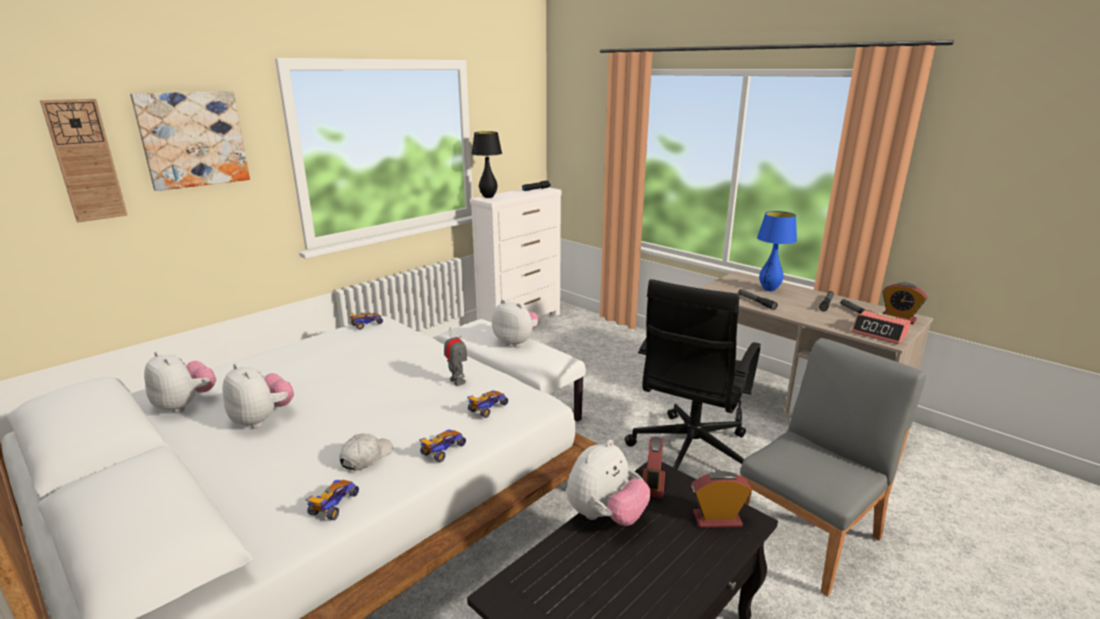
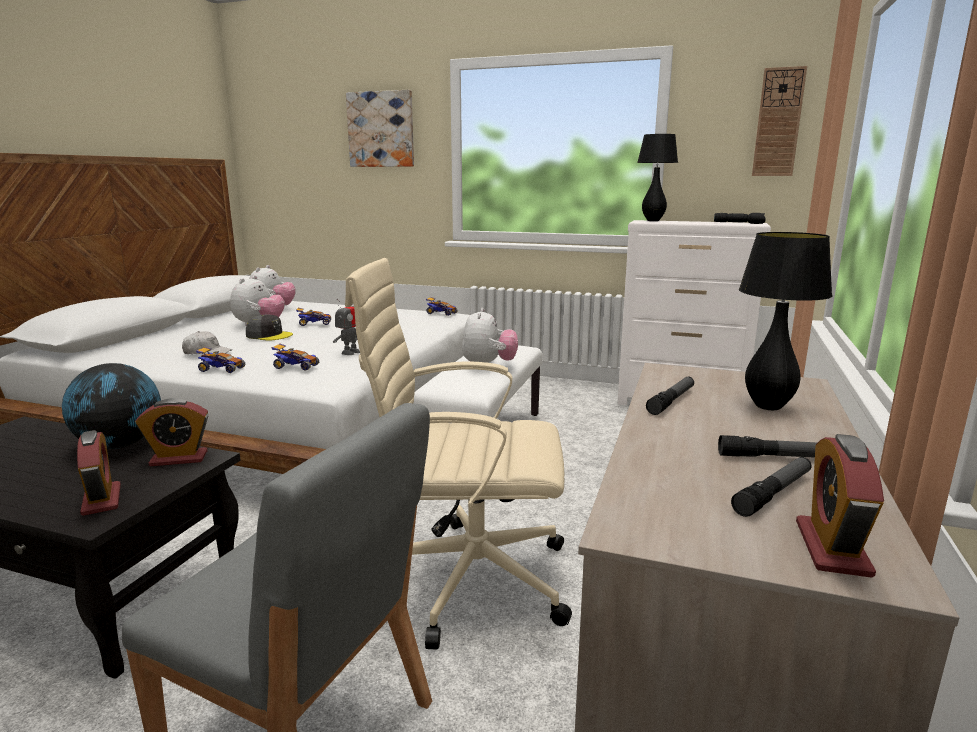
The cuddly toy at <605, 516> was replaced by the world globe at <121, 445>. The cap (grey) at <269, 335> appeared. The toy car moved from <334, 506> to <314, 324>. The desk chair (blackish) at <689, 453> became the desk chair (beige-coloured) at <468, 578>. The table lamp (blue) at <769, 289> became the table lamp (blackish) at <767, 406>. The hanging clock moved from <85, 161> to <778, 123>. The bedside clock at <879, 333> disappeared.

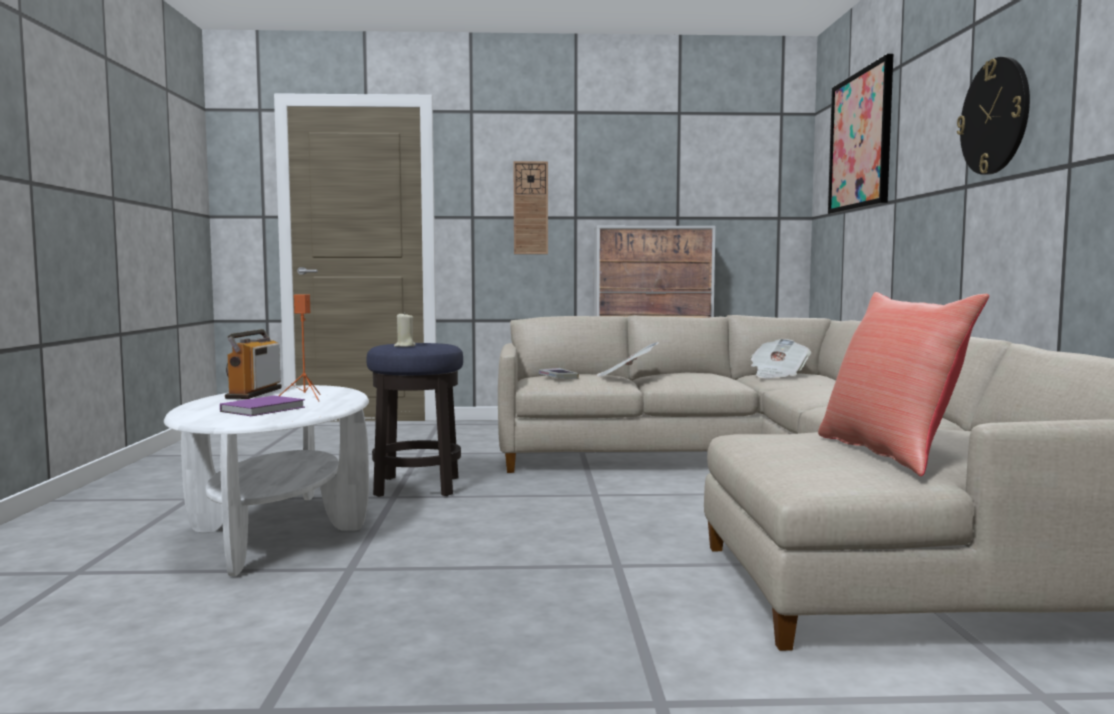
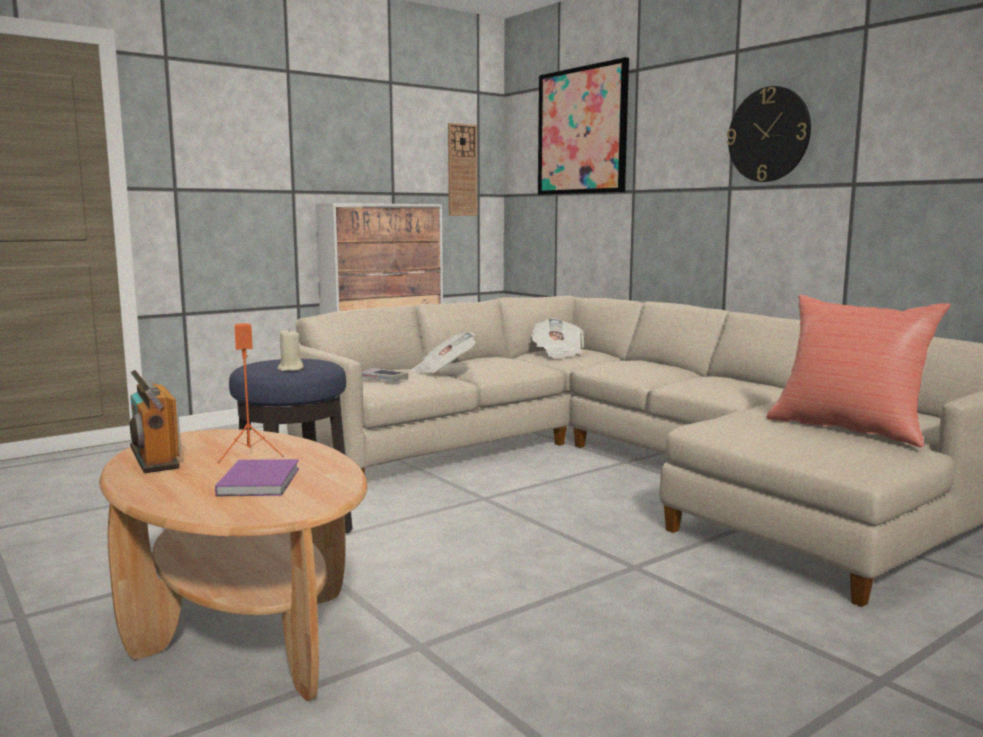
The lounge table (white) at <278, 530> became the lounge table (brown) at <241, 625>. The hanging clock moved from <530, 208> to <462, 170>.

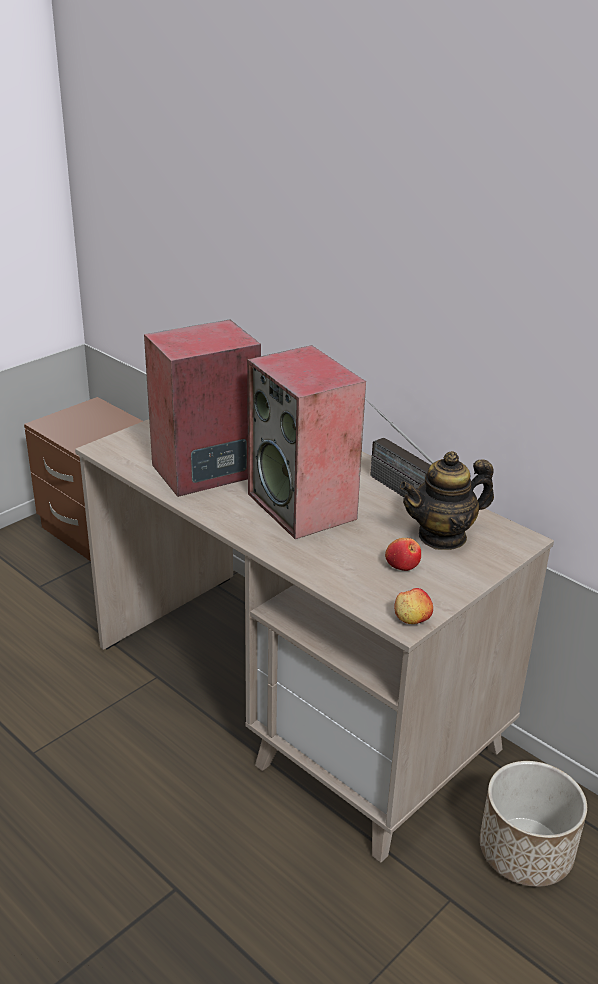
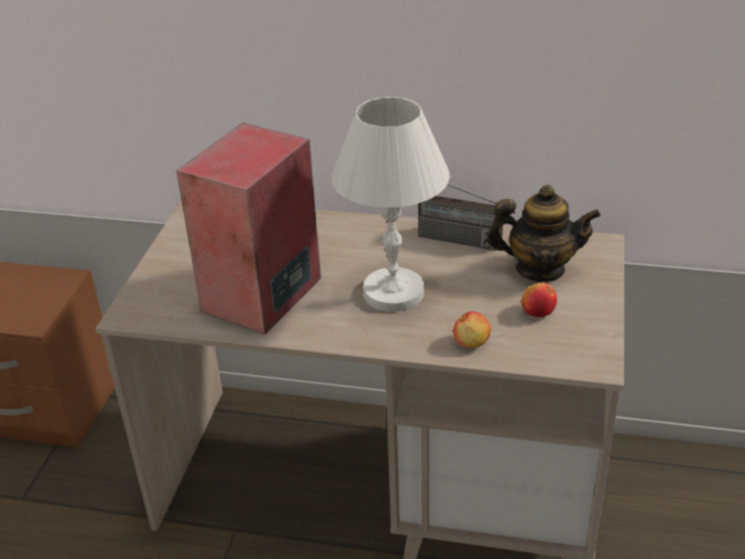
The speaker at <303, 507> was replaced by the table lamp (white) at <394, 292>. The apple fruit moved from <412, 619> to <471, 342>. The teapot at <442, 536> turned 120 degrees counterclockwise. The flower pot at <526, 852> disappeared.

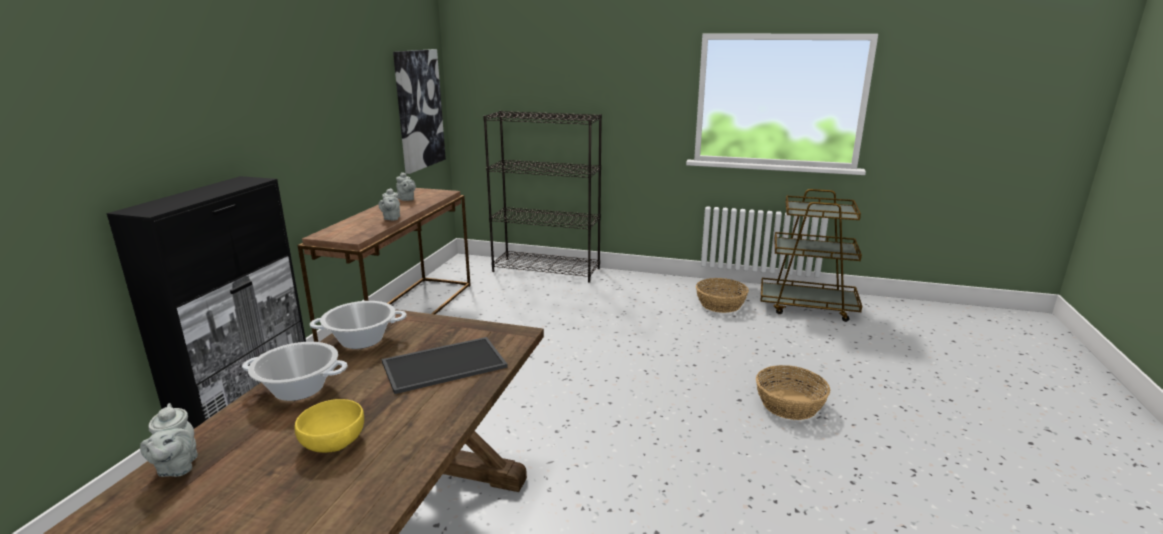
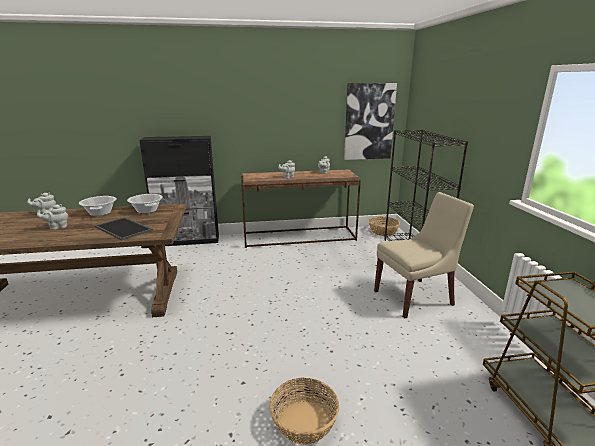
The serving bowl (yellow-coloured) at <333, 441> was replaced by the teapot (grey) at <57, 227>. The household basket moved from <720, 304> to <383, 231>. The plain chair (beige-coloured) at <415, 297> appeared.

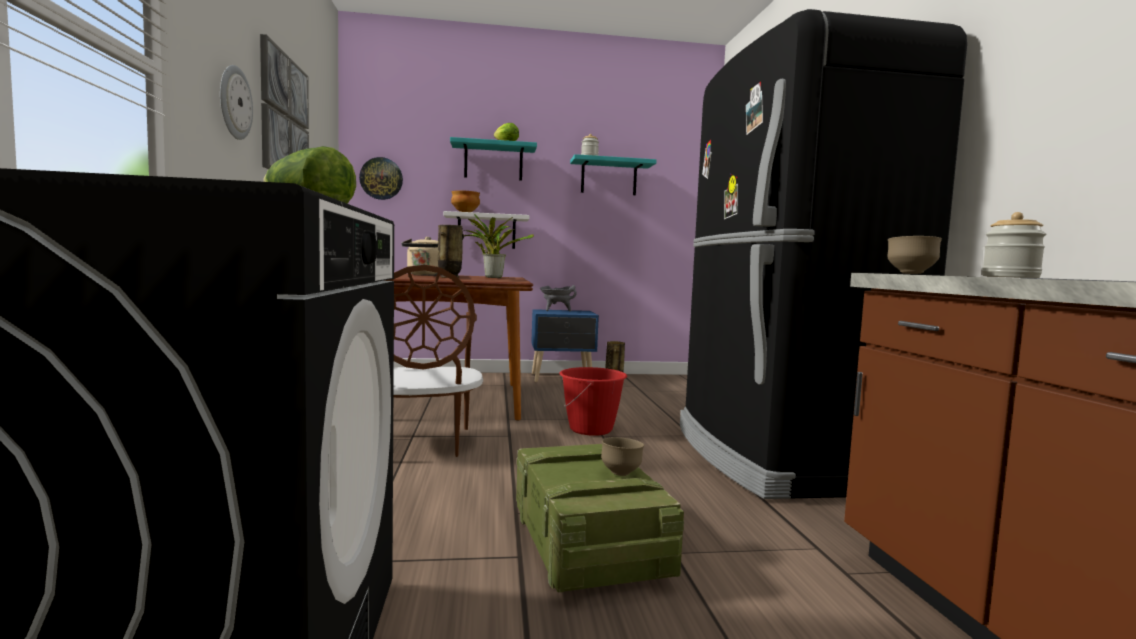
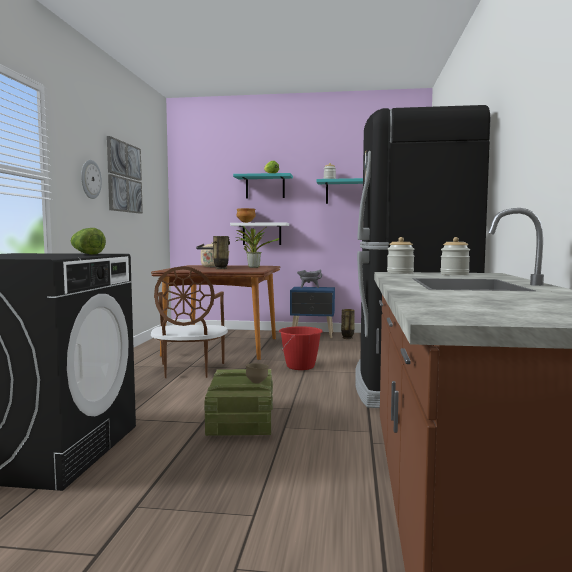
The serving bowl (brown) at <910, 273> was replaced by the storage jar at <400, 273>. The hanging clock at <381, 178> disappeared.

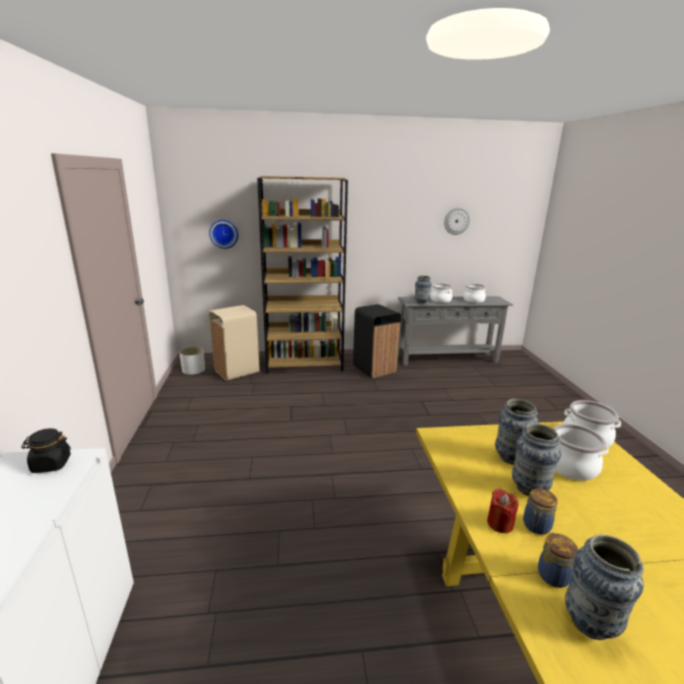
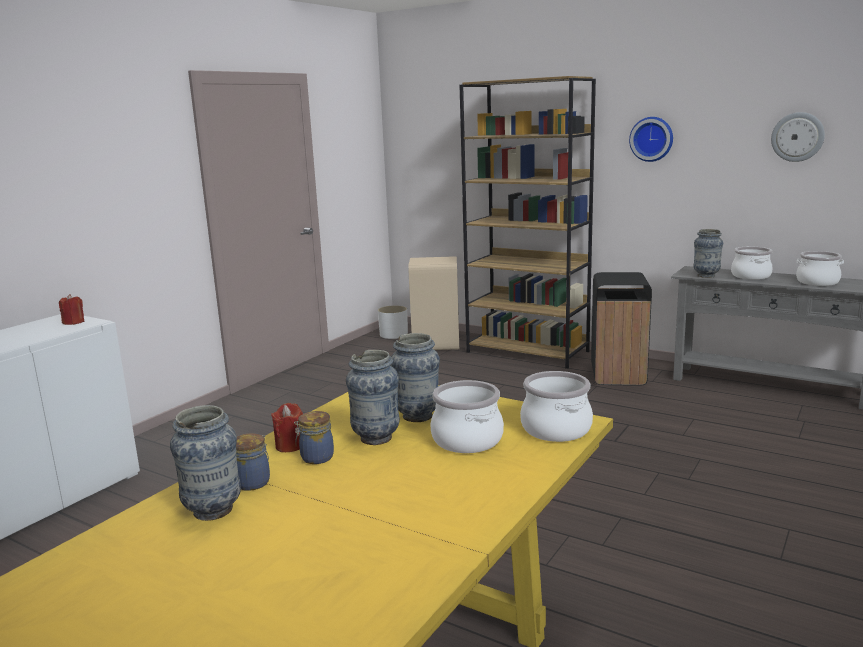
The storage jar (blackish) at <51, 464> was replaced by the wax light (reddish) at <73, 322>. The hanging clock moved from <224, 233> to <652, 139>.

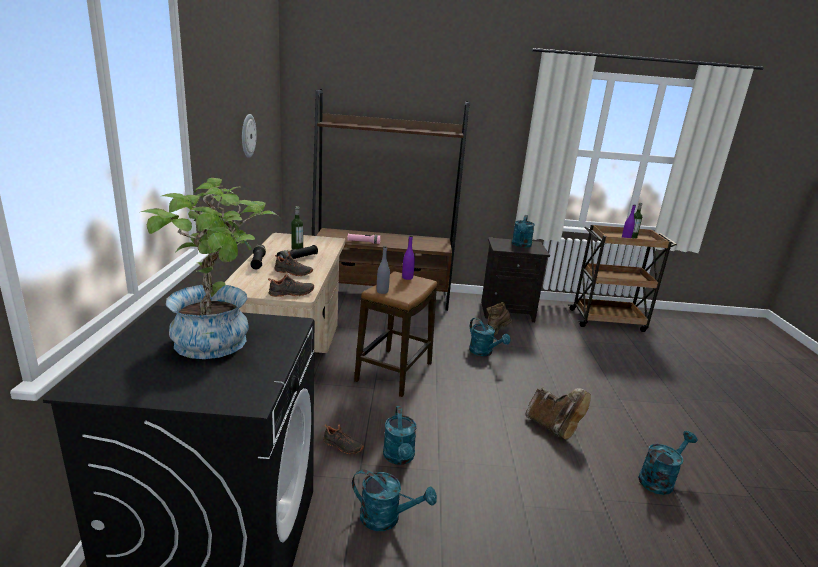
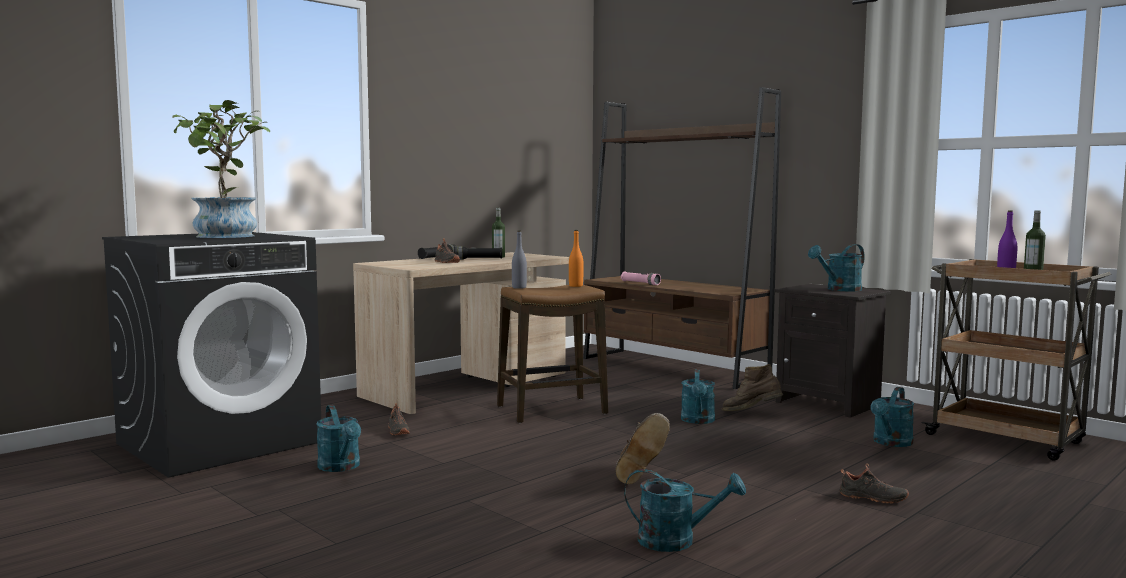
The drink bottle (purple) at <407, 278> became the drink bottle (orange) at <575, 286>. The item of footwear (blackish) moved from <291, 294> to <873, 498>. The sprinkling can (turquoise-coloured) moved from <399, 458> to <890, 443>. The hanging clock at <247, 135> disappeared.

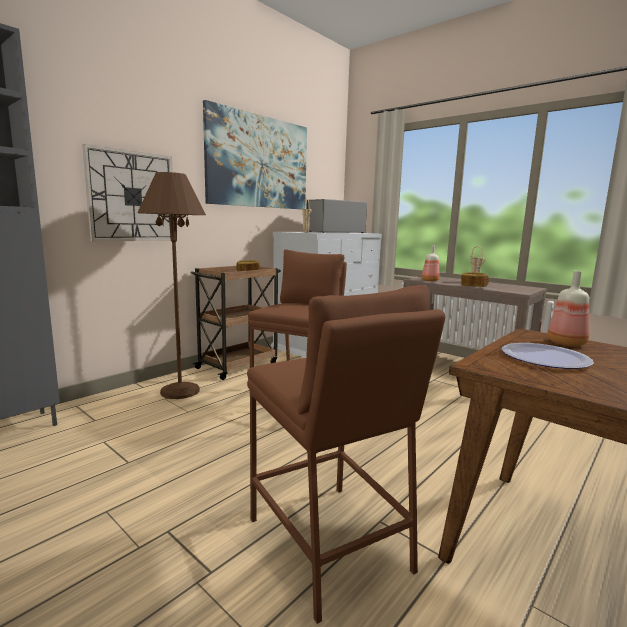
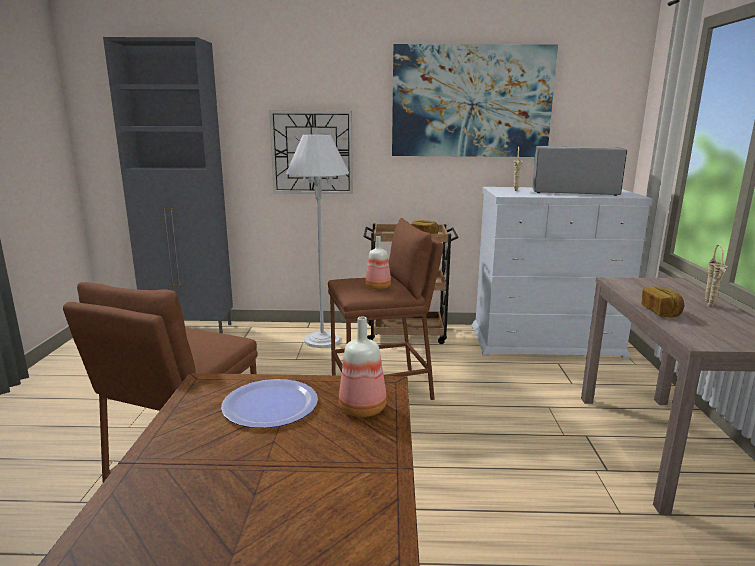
The standard lamp (brown) at <180, 391> became the standard lamp (white) at <322, 340>. The drink bottle moved from <429, 280> to <378, 287>.

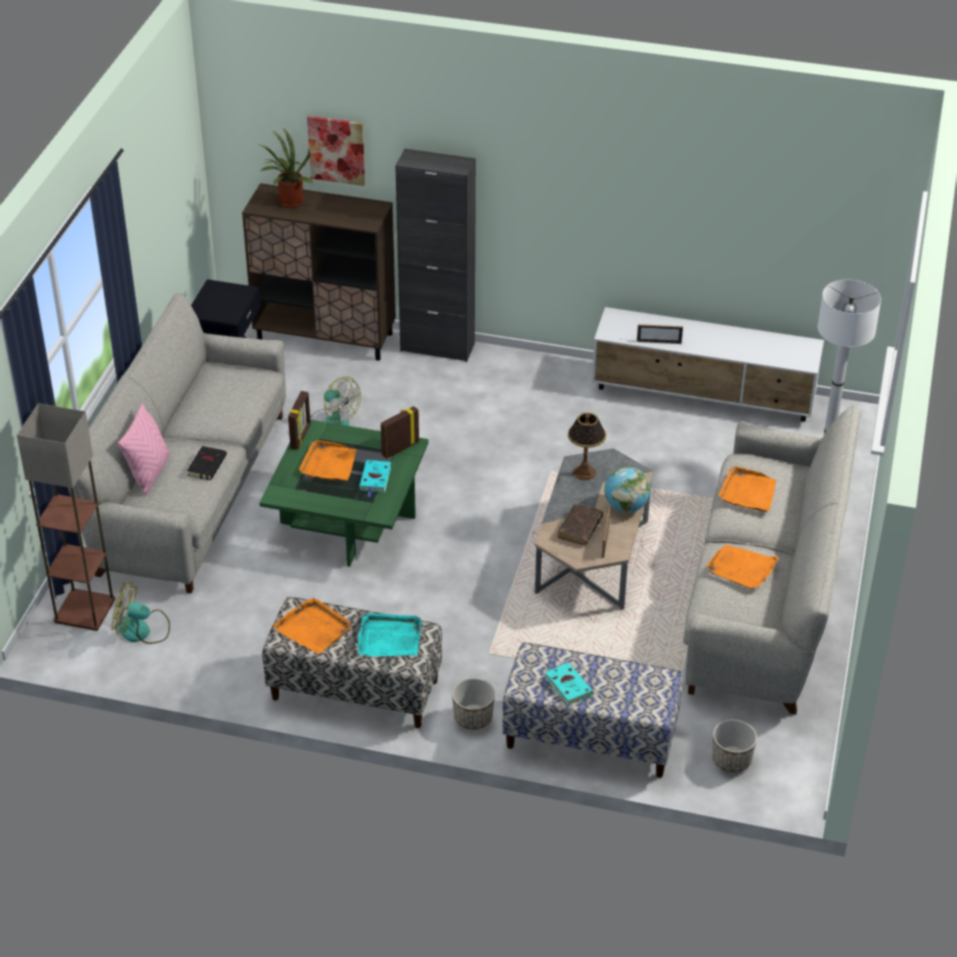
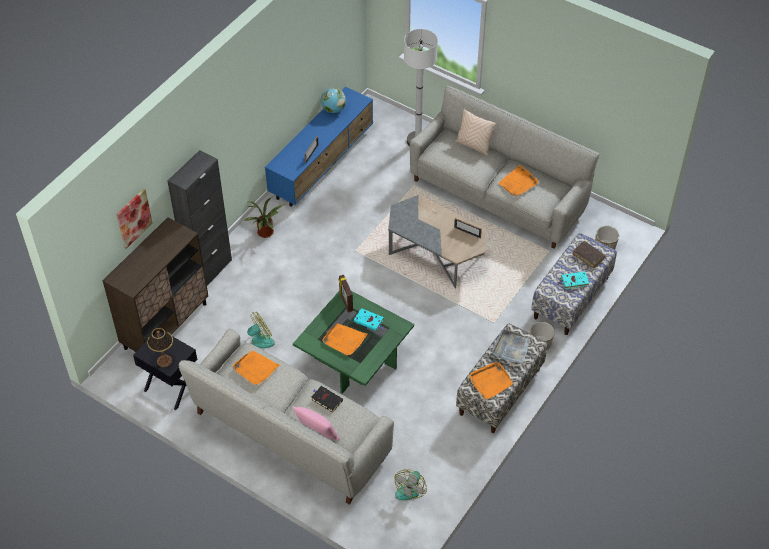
The table lamp moved from <584, 472> to <164, 360>. The serving tray (orange) moved from <748, 492> to <255, 369>. The potted plant moved from <288, 202> to <265, 234>. The tv unit (white) at <704, 397> became the tv unit (blue) at <322, 163>. The world globe moved from <626, 506> to <333, 109>. The cushion (beige-coloured) at <473, 145> appeared. The serving tray (turquoise-coloured) at <389, 638> became the serving tray (grey) at <511, 348>. The book (brown) moved from <580, 528> to <588, 256>. The standard lamp at <84, 609> disappeared. The photo frame at <301, 437> disappeared.

